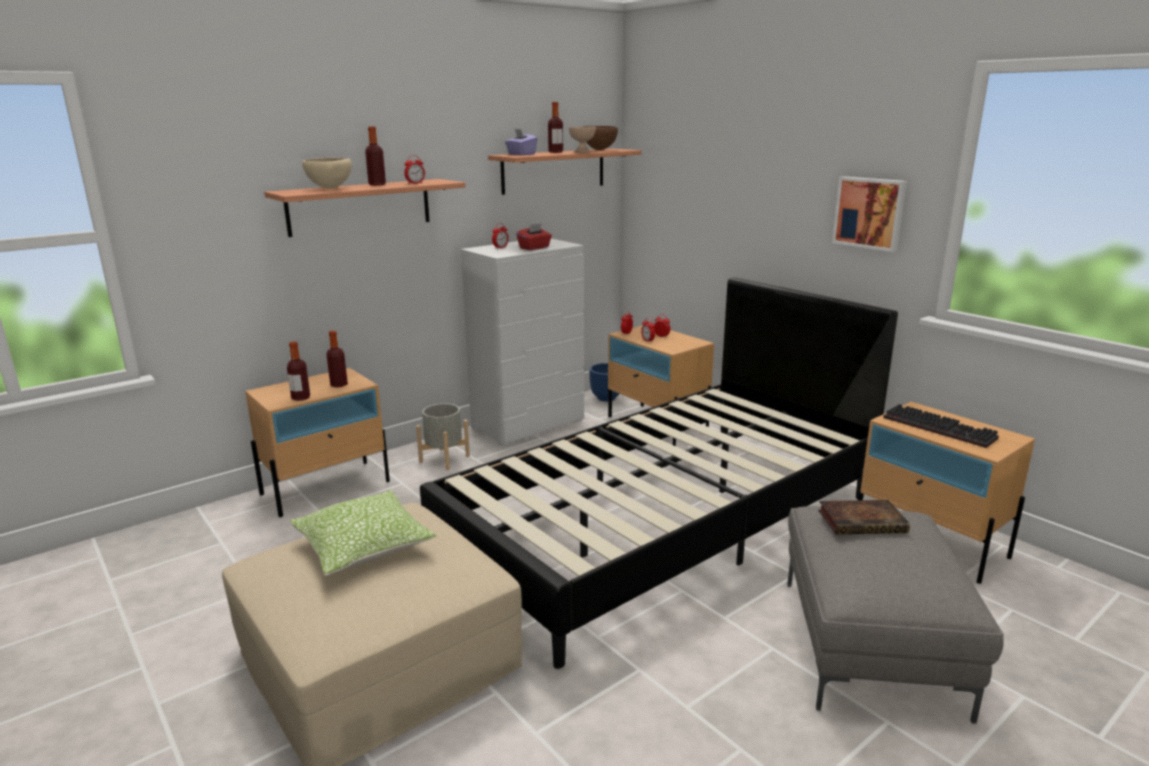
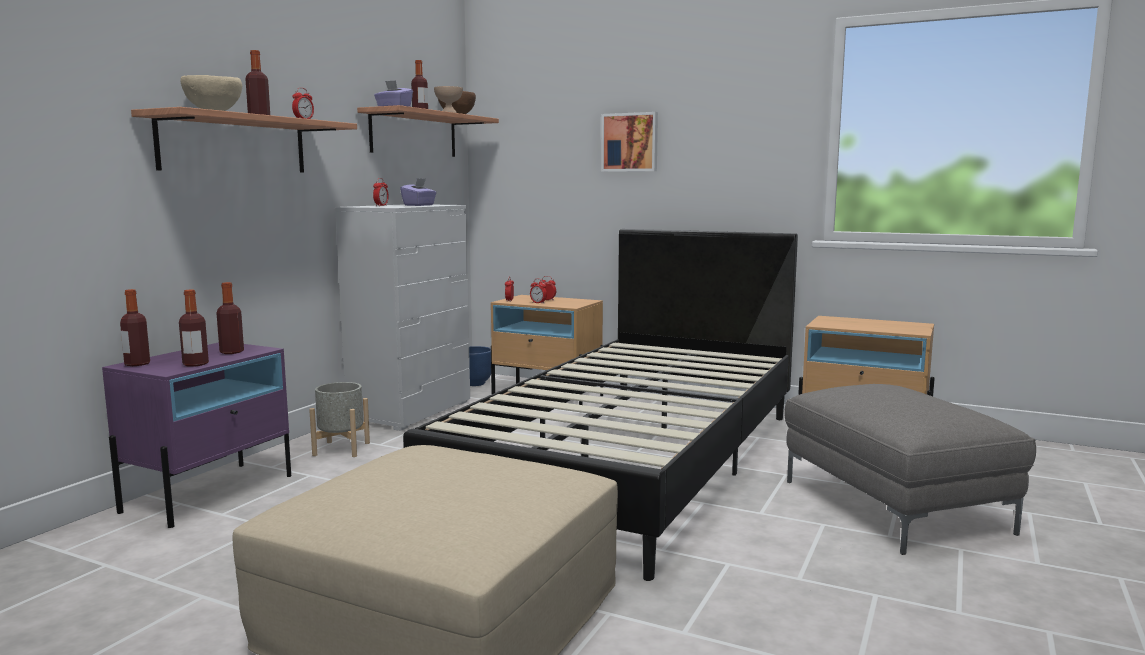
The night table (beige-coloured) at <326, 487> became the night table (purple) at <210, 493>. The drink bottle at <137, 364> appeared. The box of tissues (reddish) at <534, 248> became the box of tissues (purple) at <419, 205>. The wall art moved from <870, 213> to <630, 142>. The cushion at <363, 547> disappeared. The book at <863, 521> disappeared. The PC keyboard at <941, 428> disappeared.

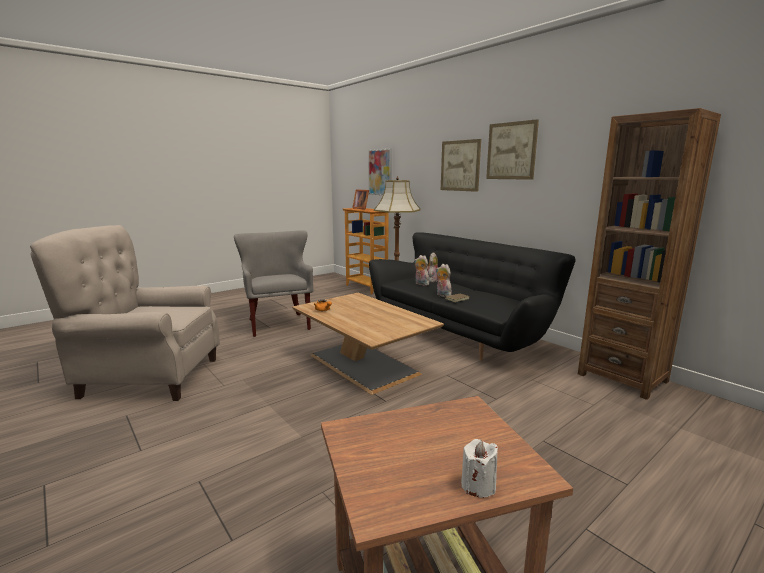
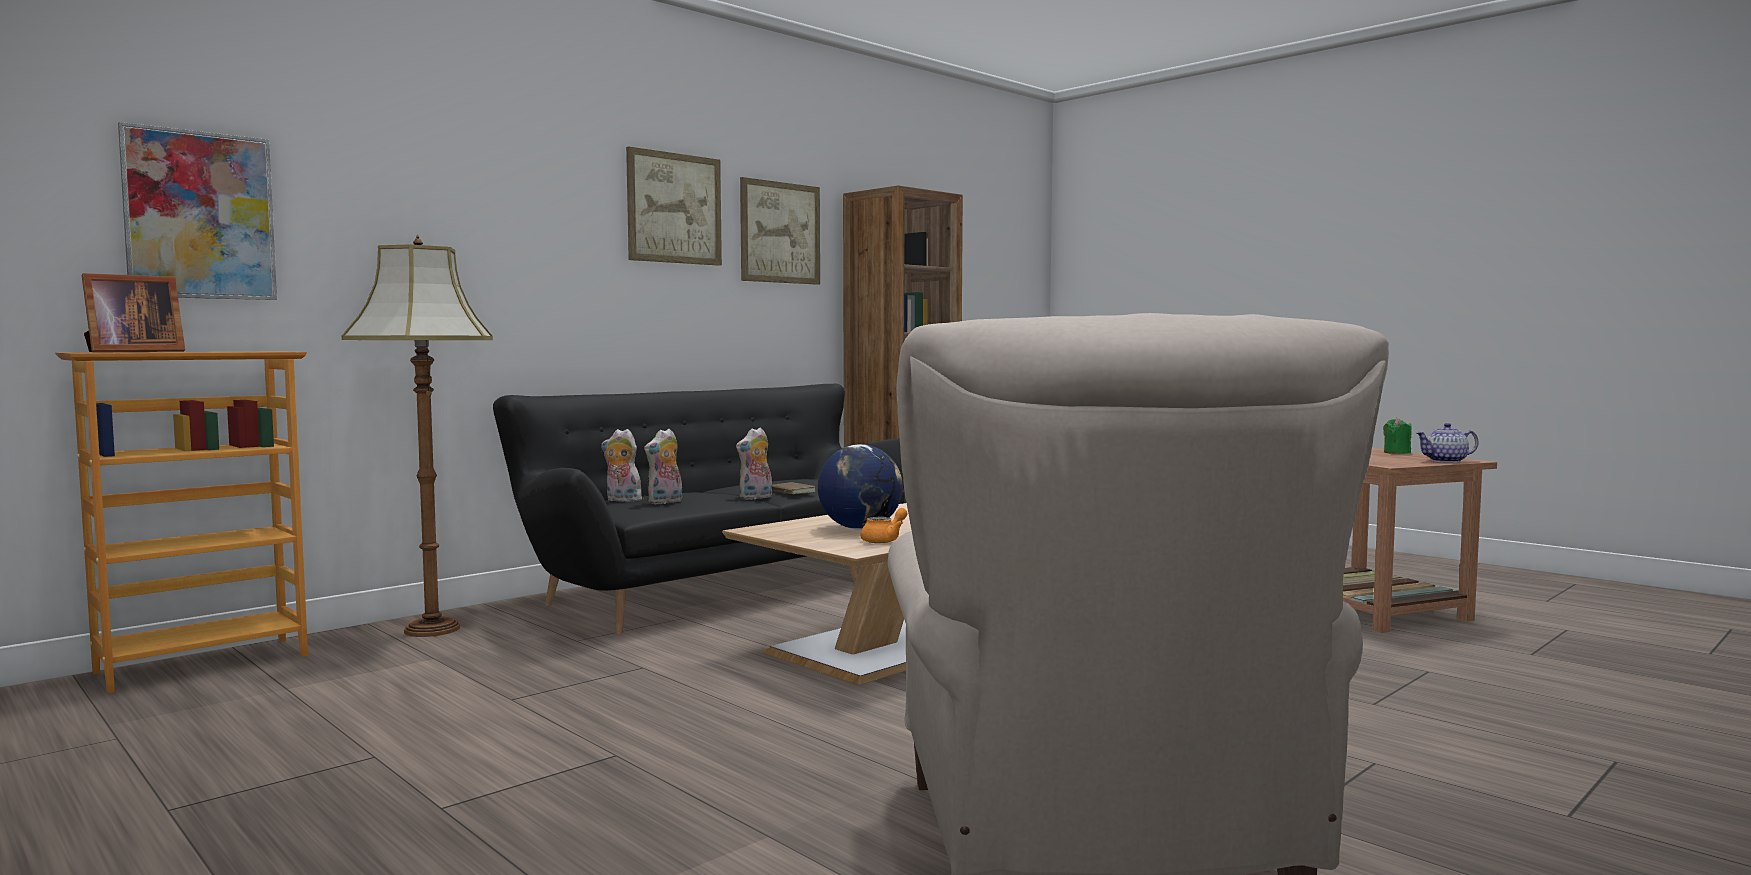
The wall art moved from <460, 165> to <780, 232>. The world globe at <860, 528> appeared. The wax light (white) at <478, 485> became the wax light (green) at <1396, 452>. The teapot at <1446, 461> appeared. The lounge chair (grey) at <279, 324> disappeared.

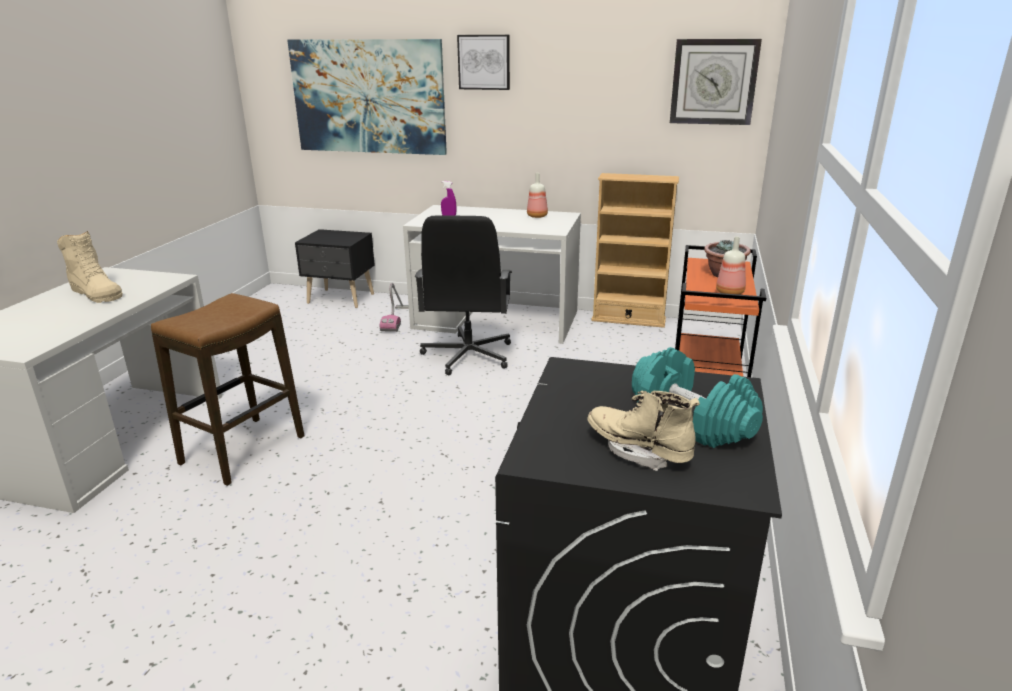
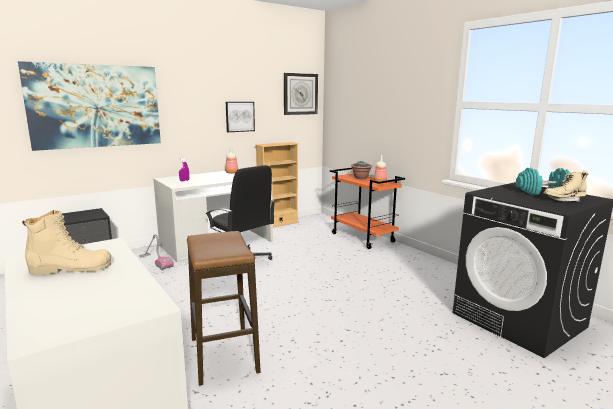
The wall art moved from <484, 62> to <240, 116>.

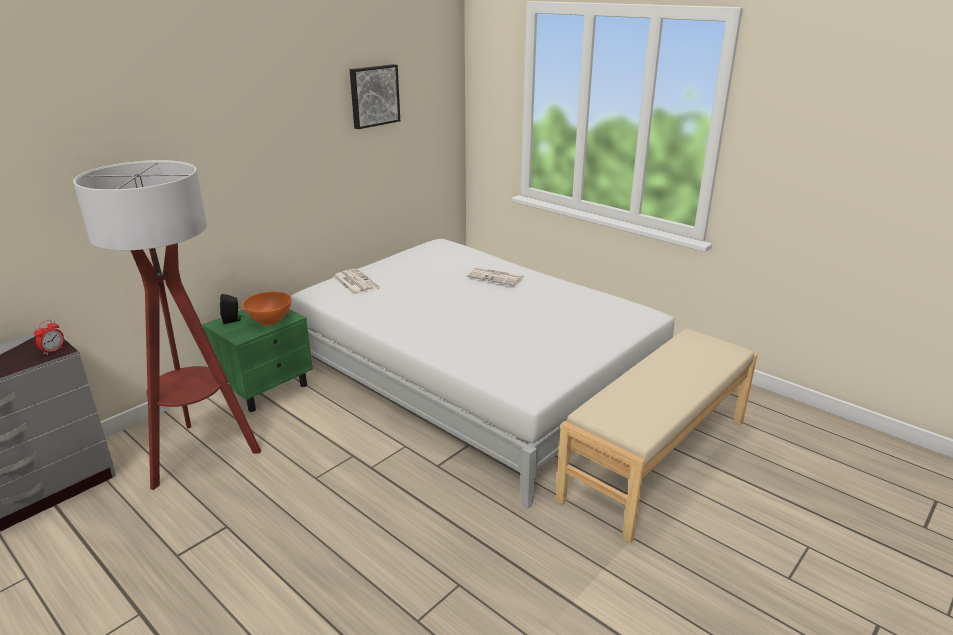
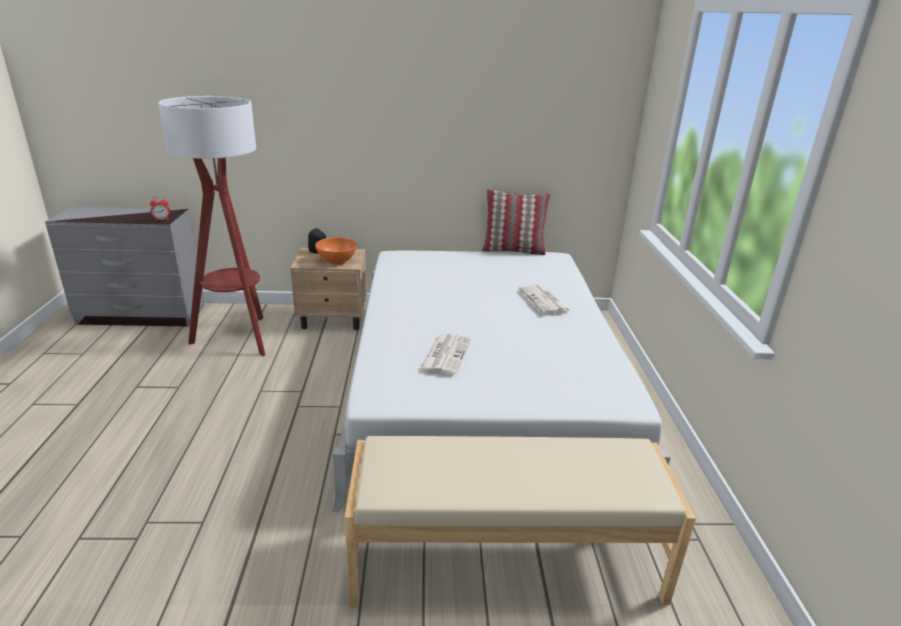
The night table (green) at <267, 388> became the night table (beige-coloured) at <334, 319>. The newspaper moved from <355, 282> to <445, 354>. The cushion at <513, 250> appeared. The wall art at <373, 96> disappeared.

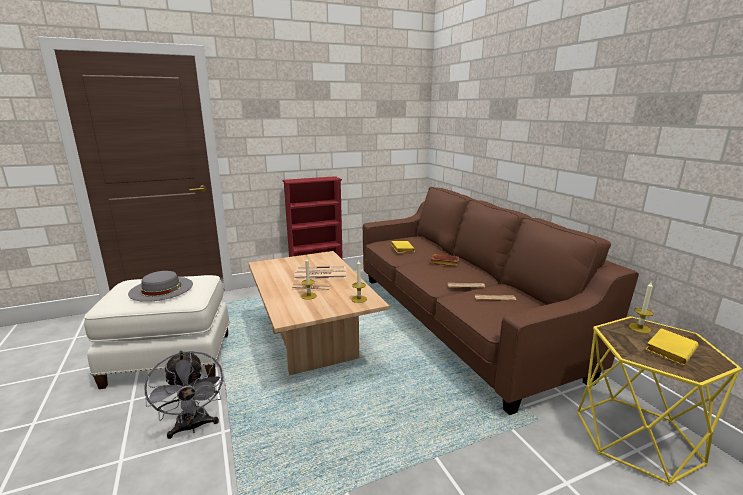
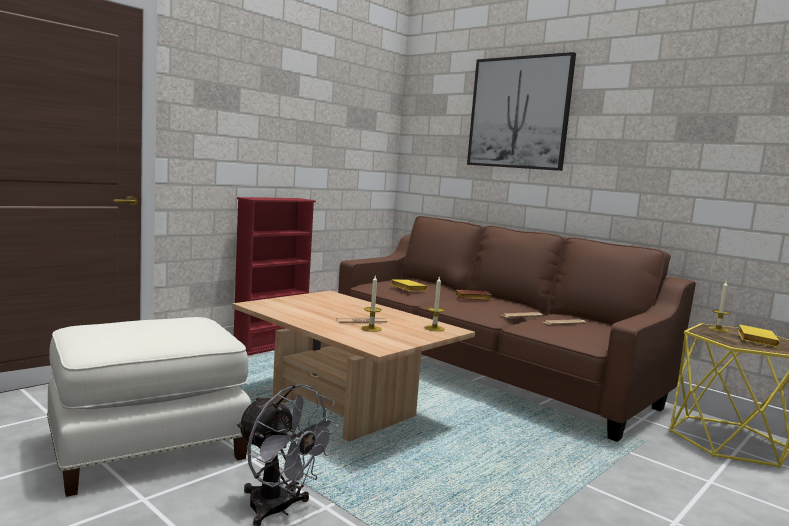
The wall art at <519, 113> appeared. The hat (grey) at <161, 288> disappeared. The newspaper at <320, 274> disappeared.

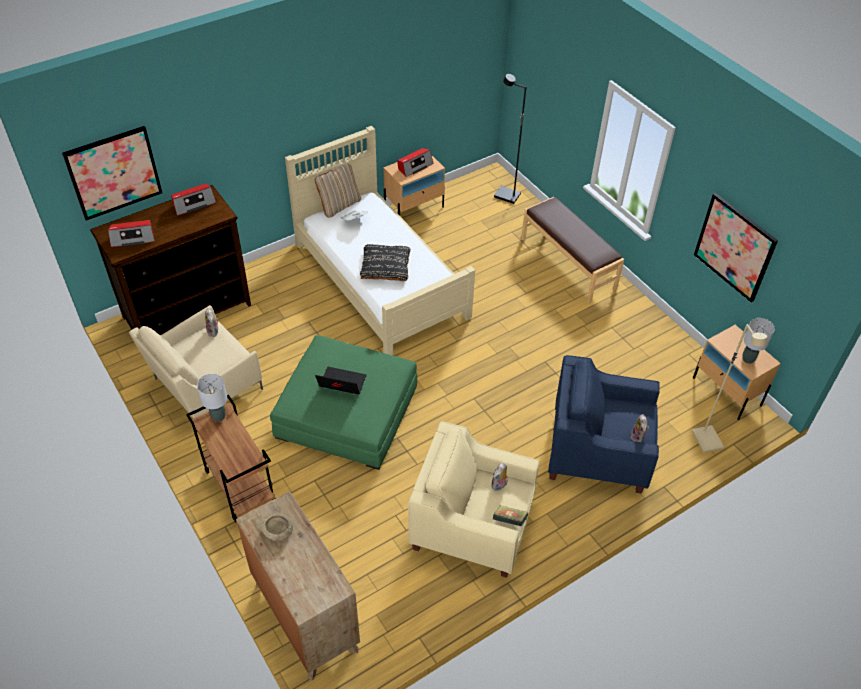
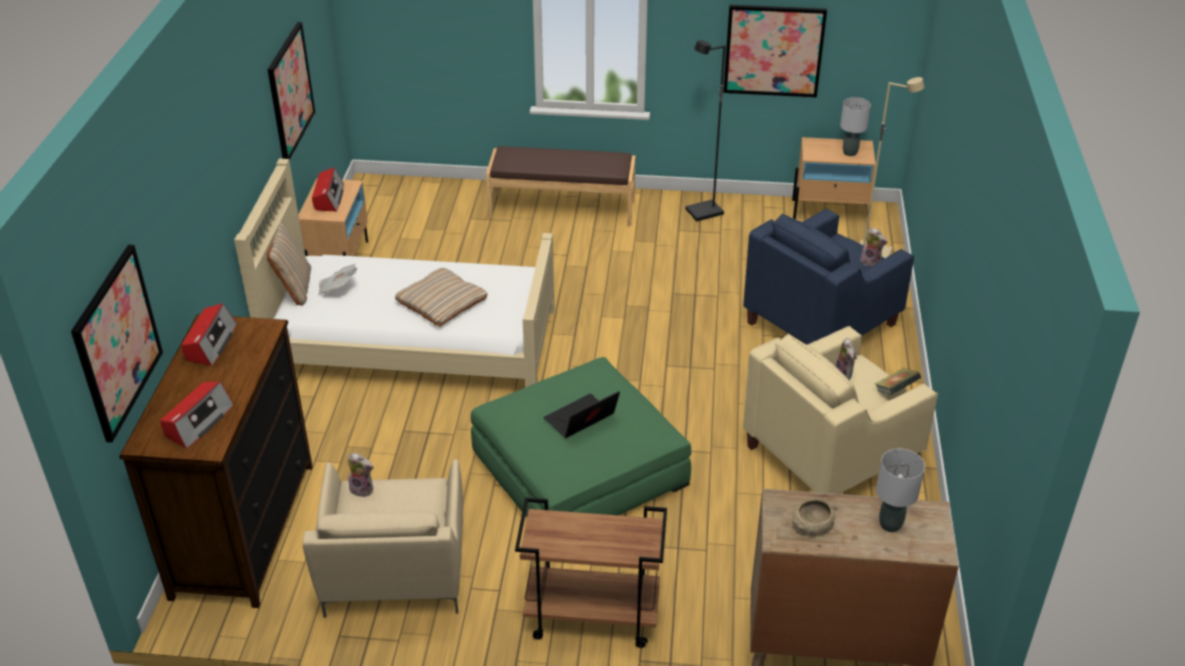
The wall art at <290, 91> appeared. The cushion (blackish) at <385, 266> became the cushion (beige-coloured) at <441, 302>. The standard lamp (blackish) moved from <506, 196> to <704, 213>. The table lamp (grey) moved from <218, 416> to <890, 525>.

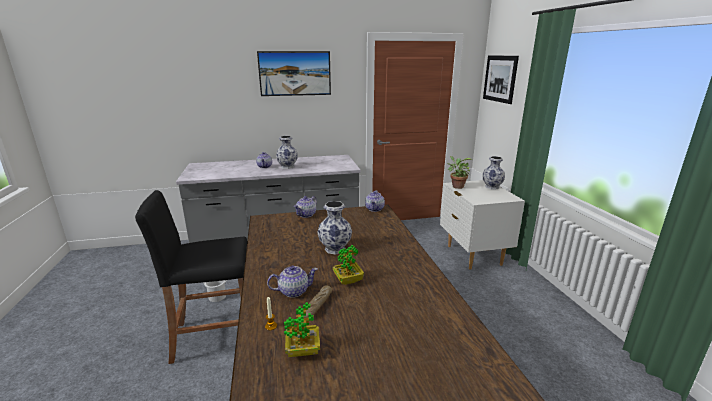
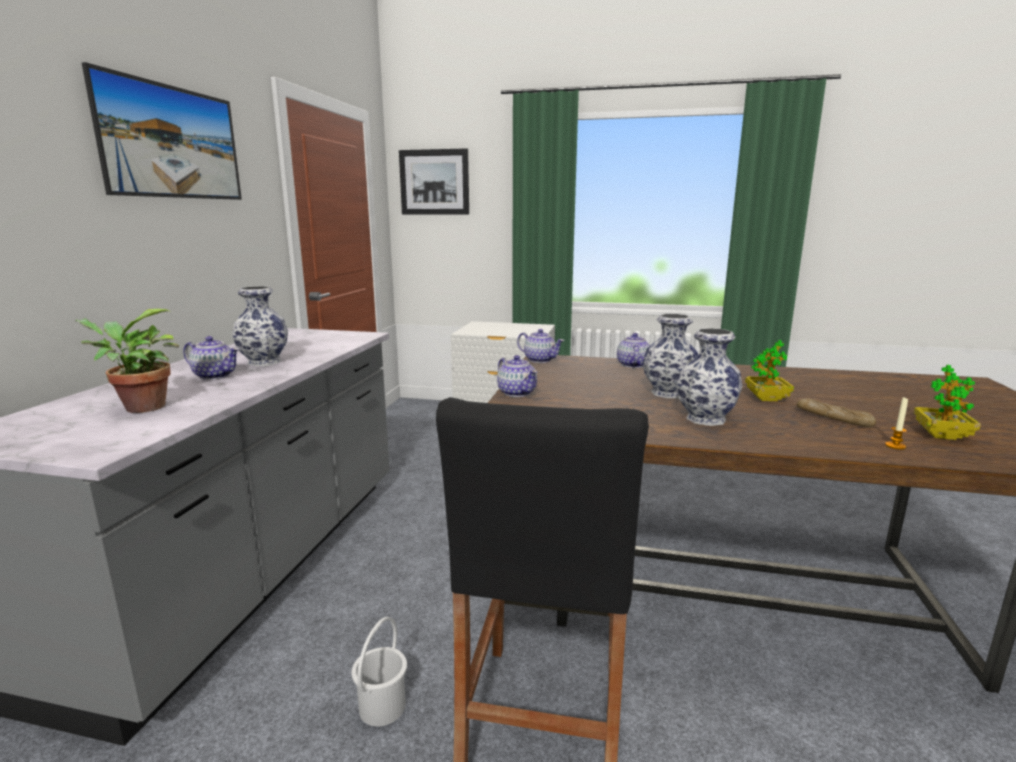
The potted plant moved from <456, 186> to <140, 408>. The teapot moved from <293, 291> to <632, 365>. The vase moved from <492, 187> to <706, 418>.

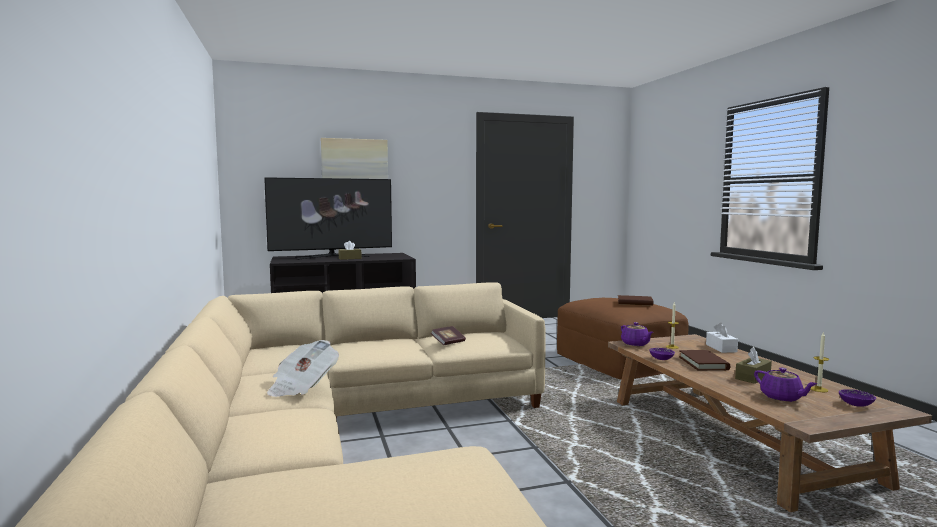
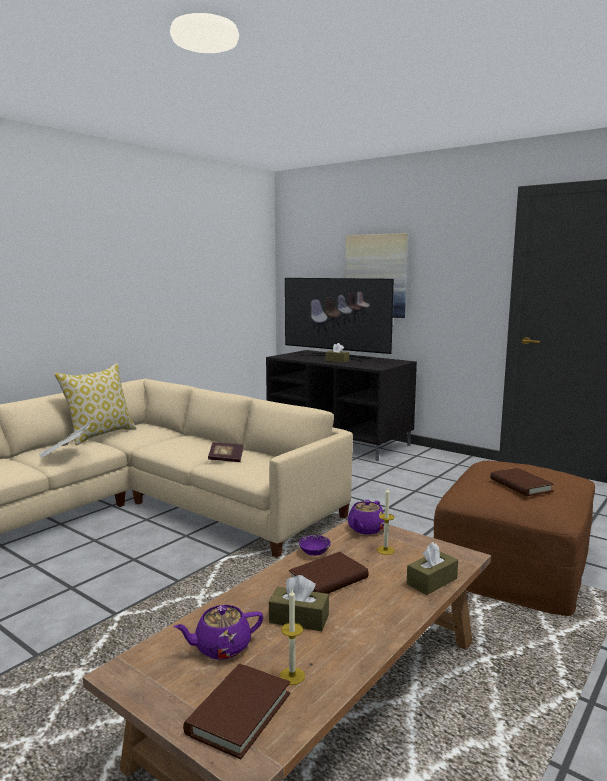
The cushion at <100, 435> appeared. The teapot (purple) at <782, 397> turned 45 degrees clockwise. The serving bowl (purple) at <856, 405> was replaced by the book (brown) at <239, 713>. The box of tissues (white) at <721, 348> became the box of tissues (brown) at <432, 581>.

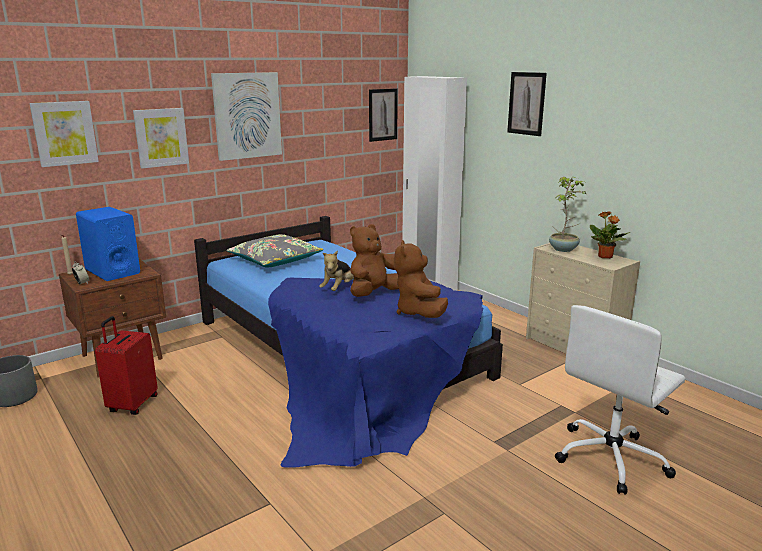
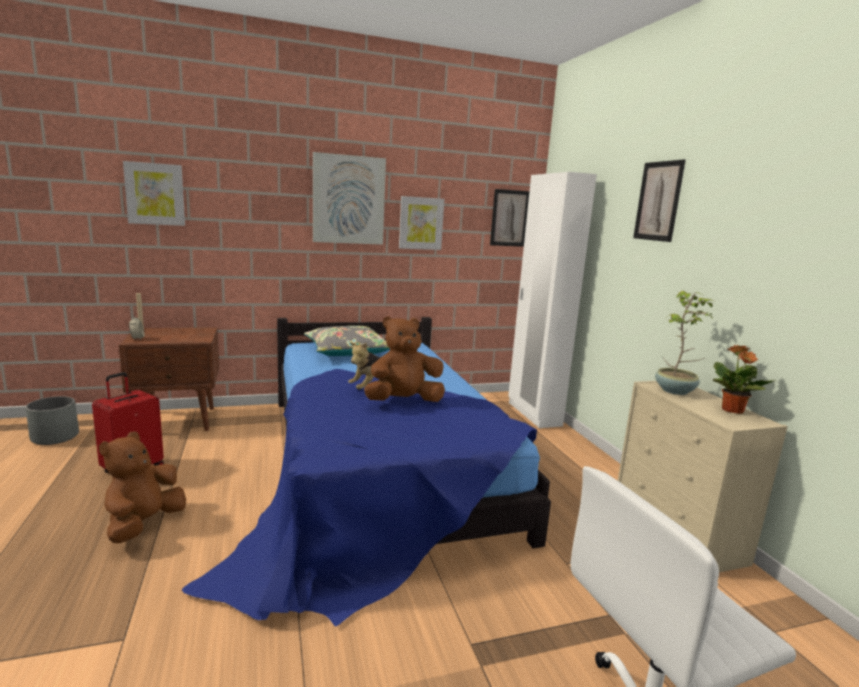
The cuddly toy (brown) moved from <419, 313> to <144, 524>. The wall art moved from <161, 137> to <421, 223>. The speaker (blue) at <112, 271> disappeared.

